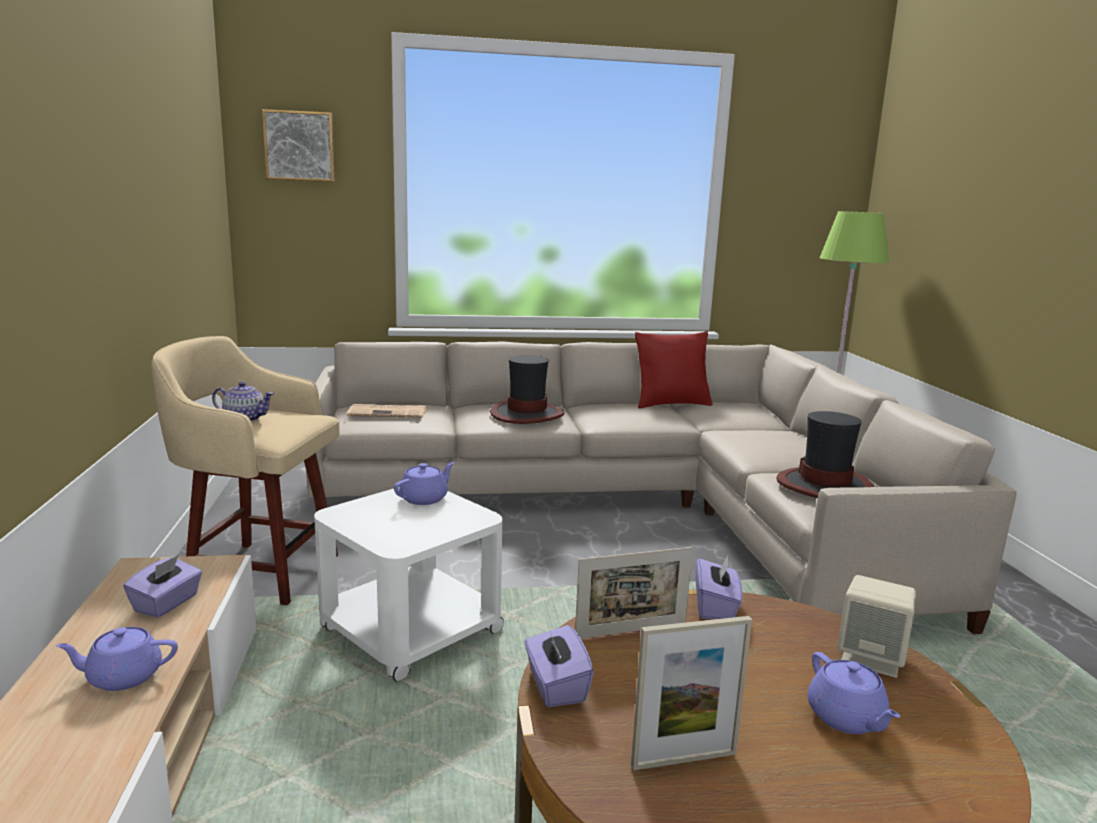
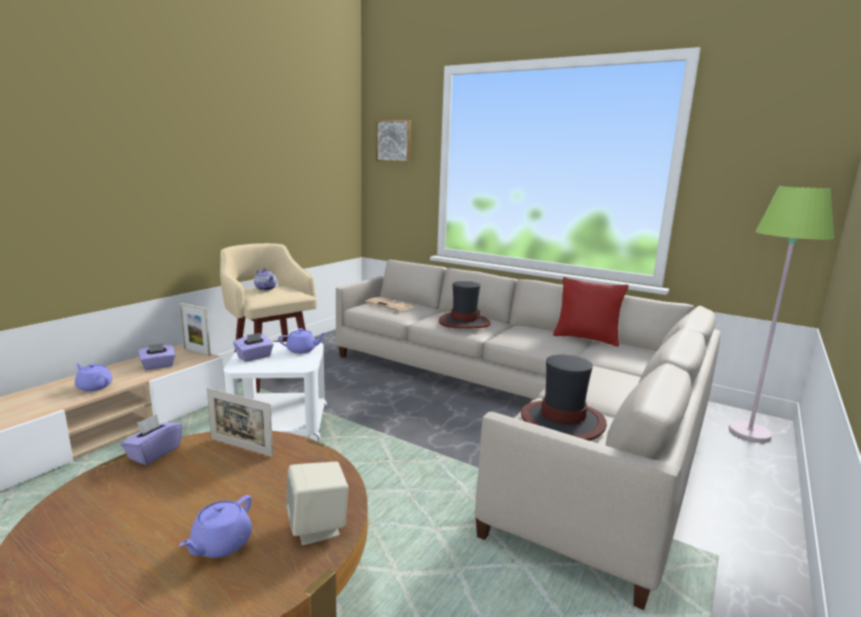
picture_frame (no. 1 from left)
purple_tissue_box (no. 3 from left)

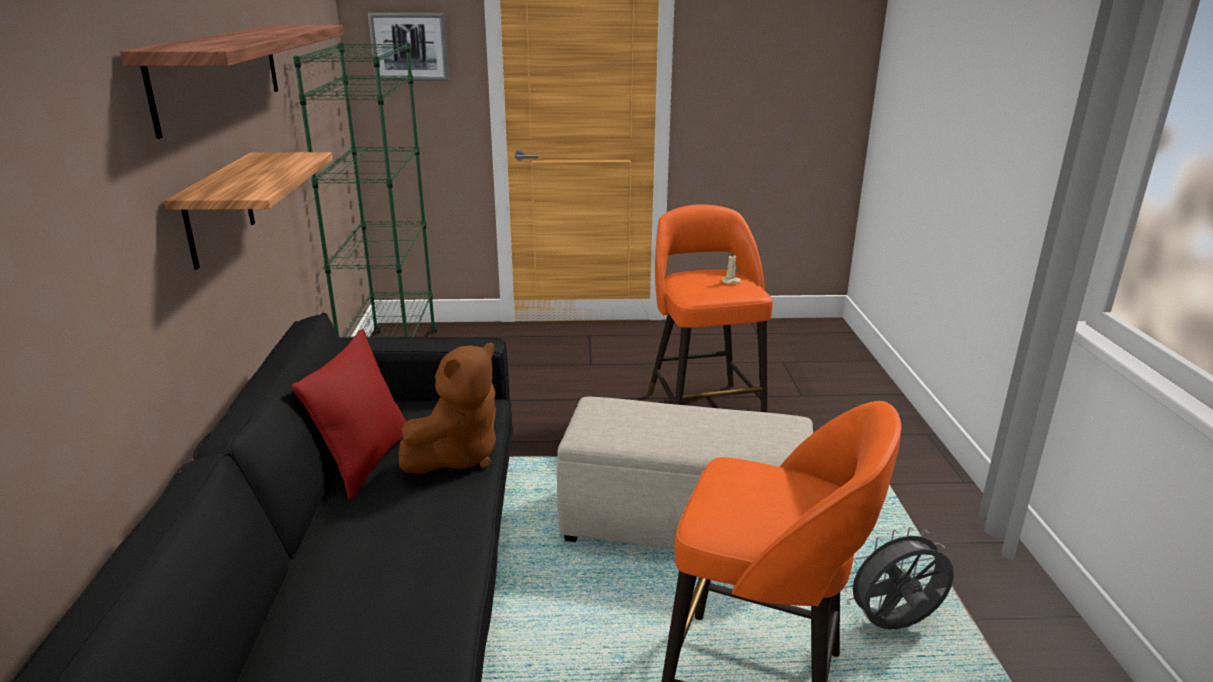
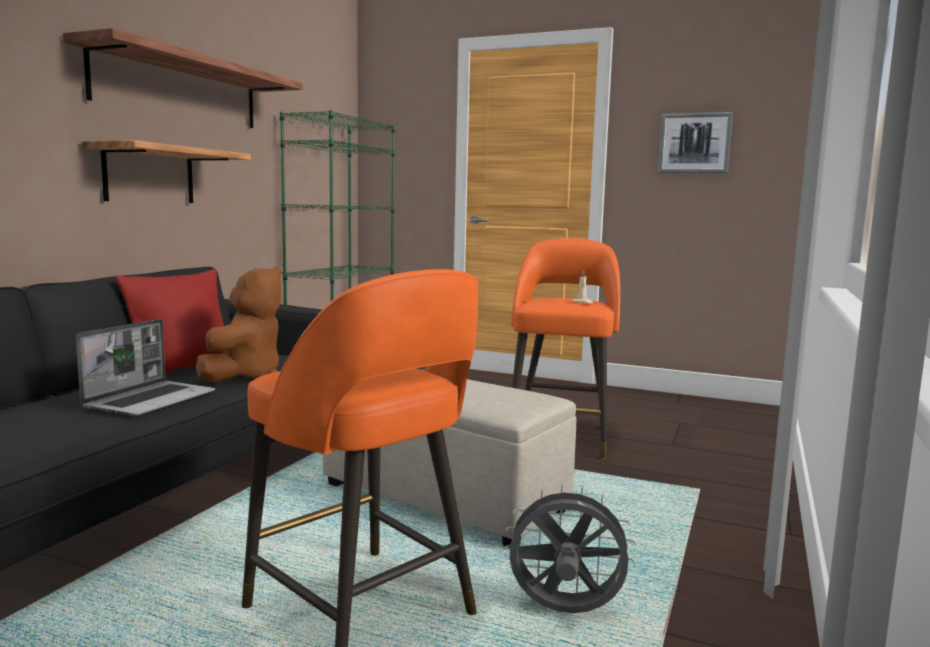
picture
brown_plush_toy
laptop

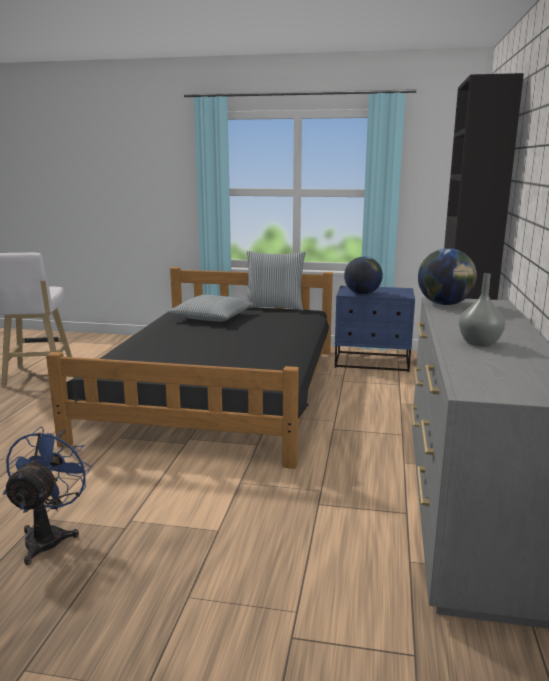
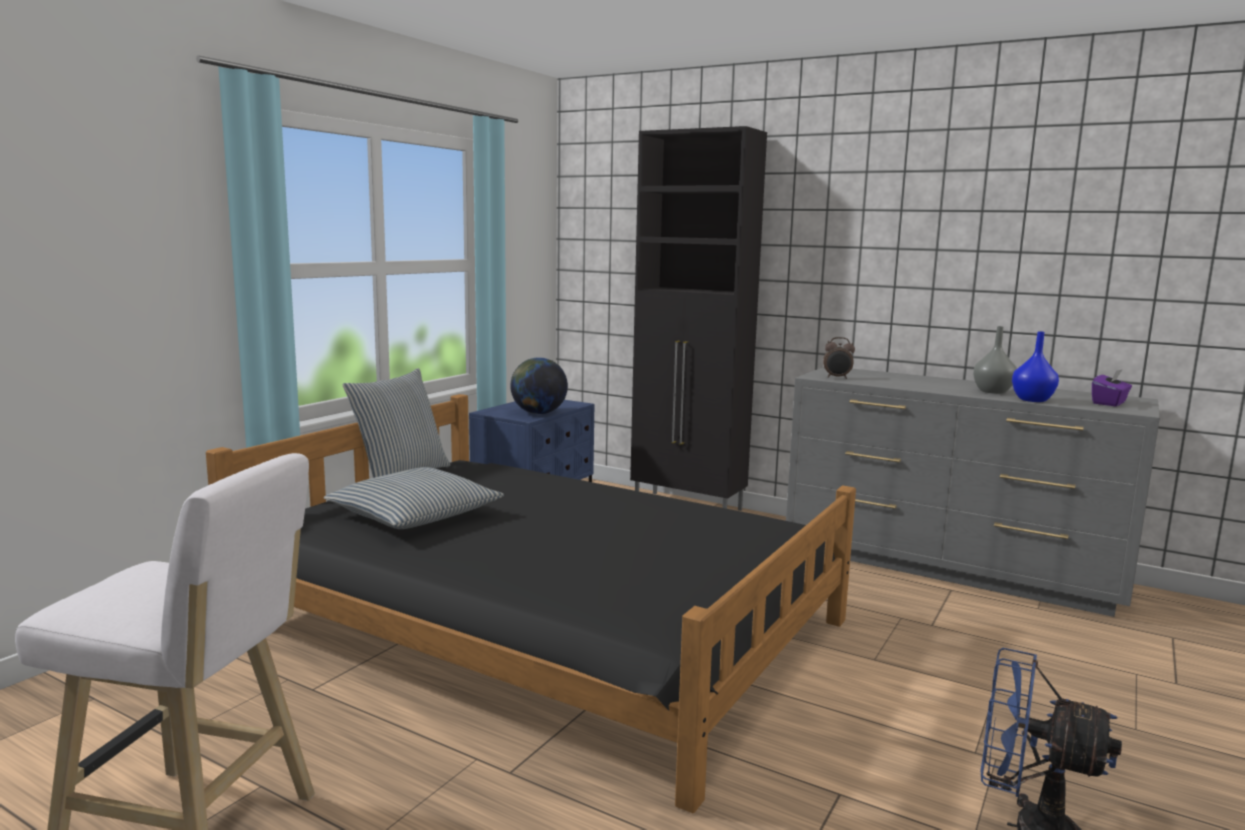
alarm_clock
blue_vase
purple_tissue_box

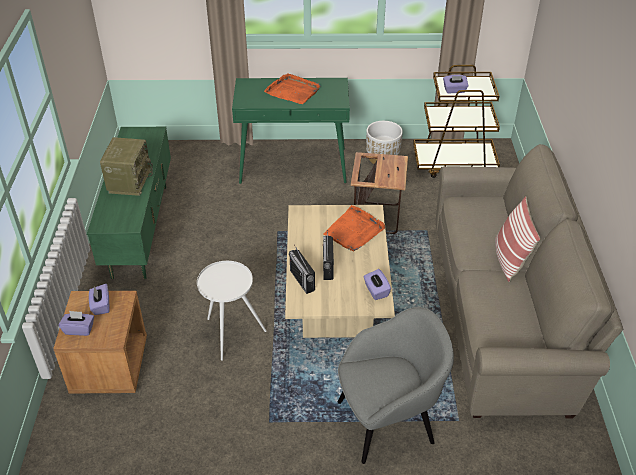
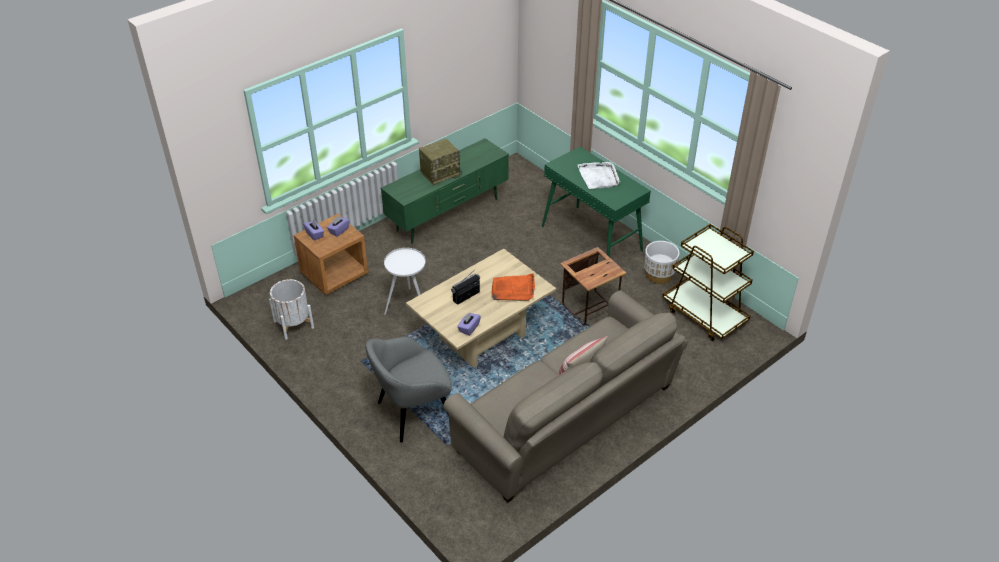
white_tray
radio (no. 2 from left in the first image)
grey_armchair
purple_tissue_box (no. 4 from left in the first image)
white_planter (no. 1 from left)

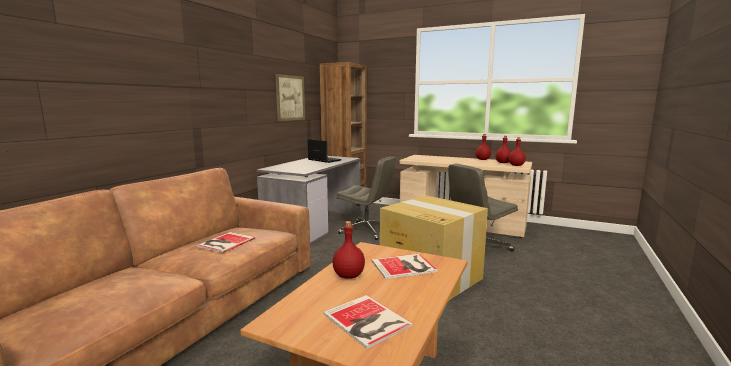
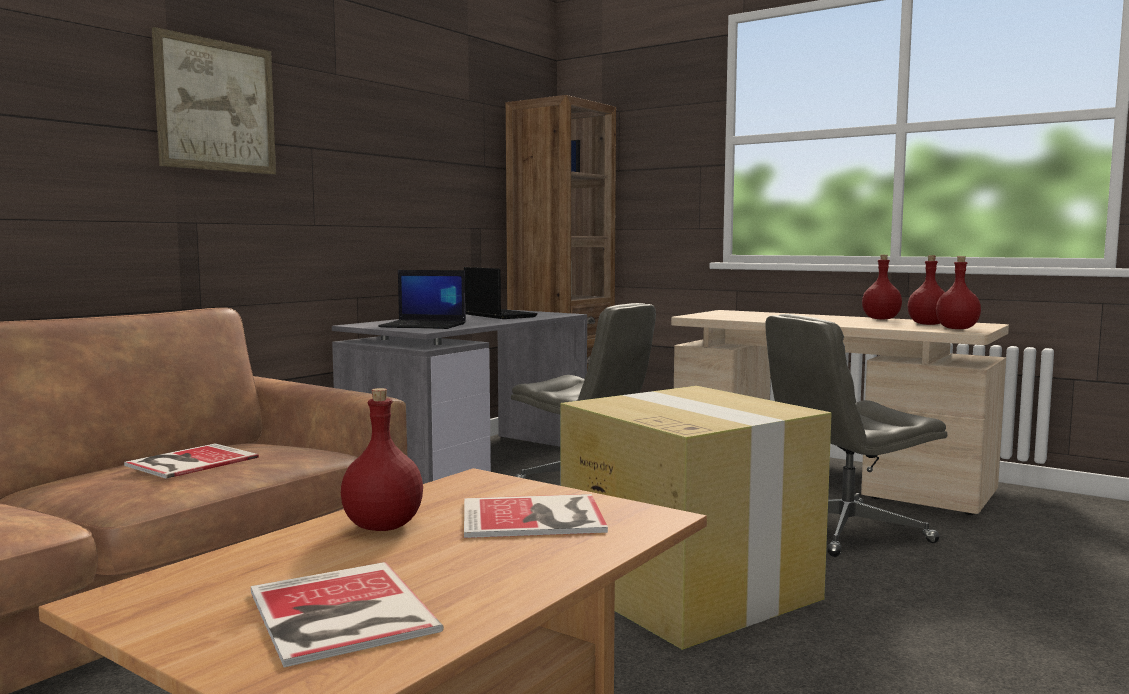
picture
laptop (no. 1 from left)

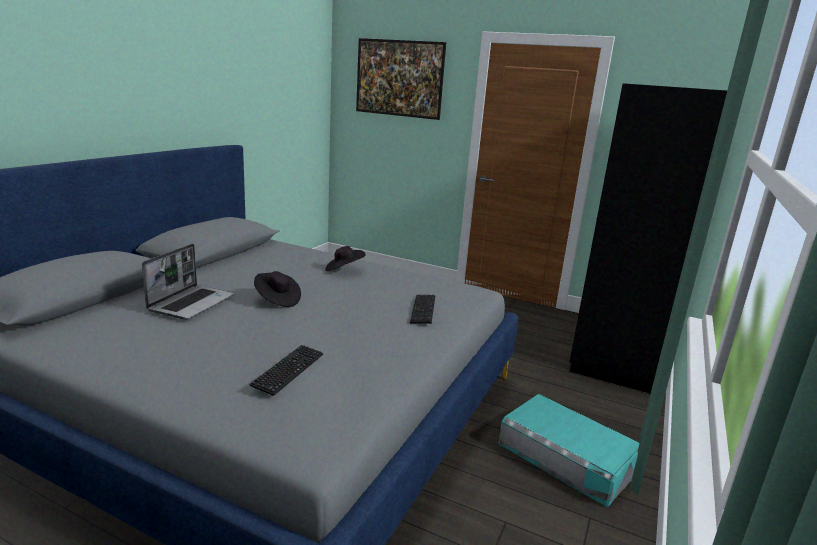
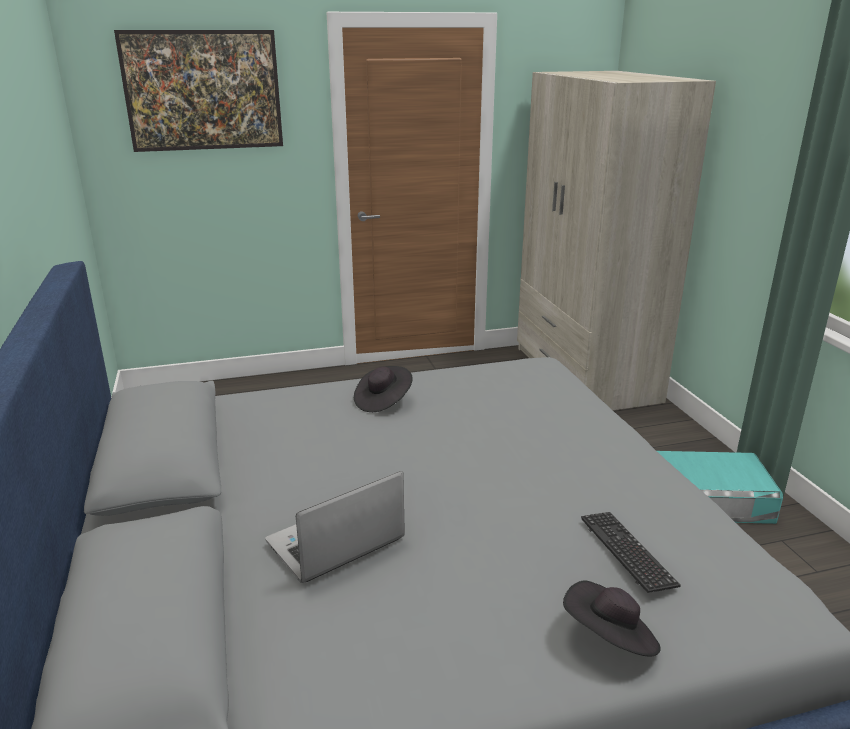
laptop
black_hat (no. 2 from left)
keyboard (no. 2 from left in the first image)
beige_wardrobe

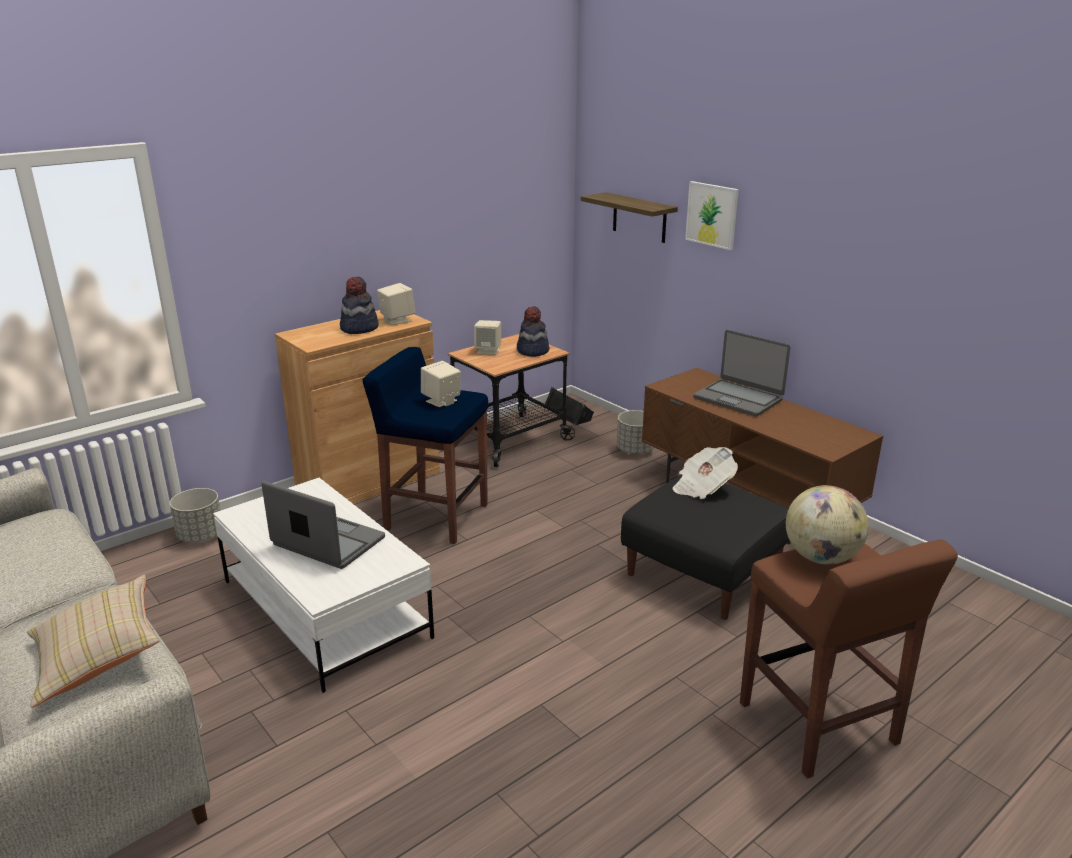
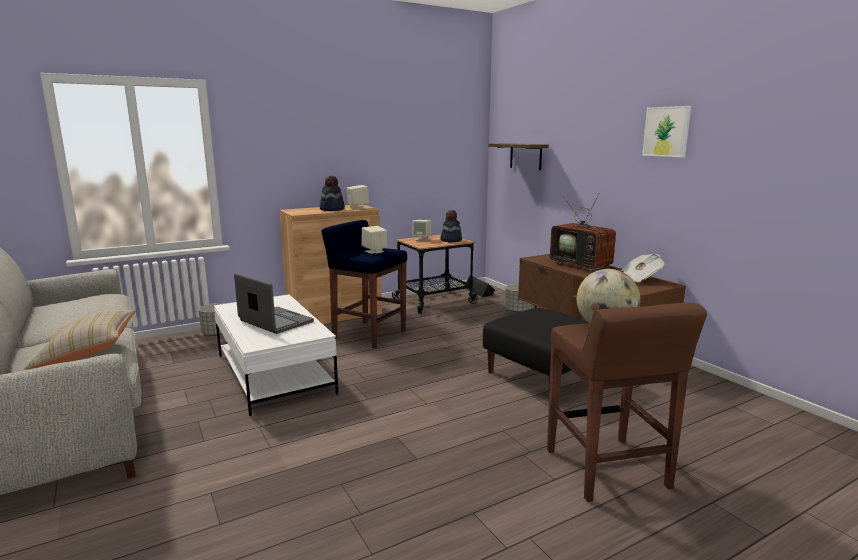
newspaper
picture
television

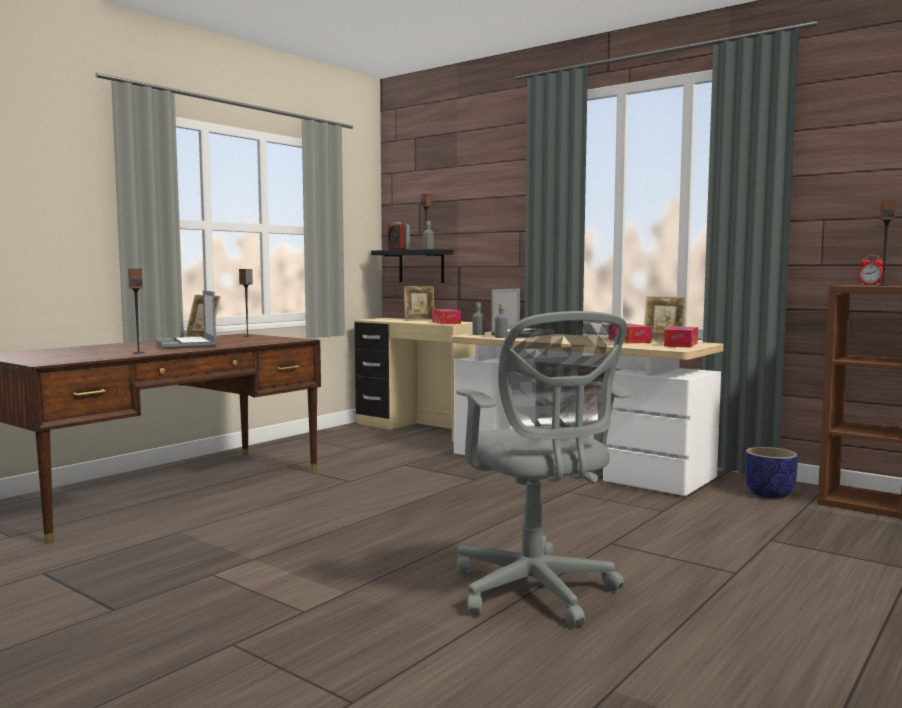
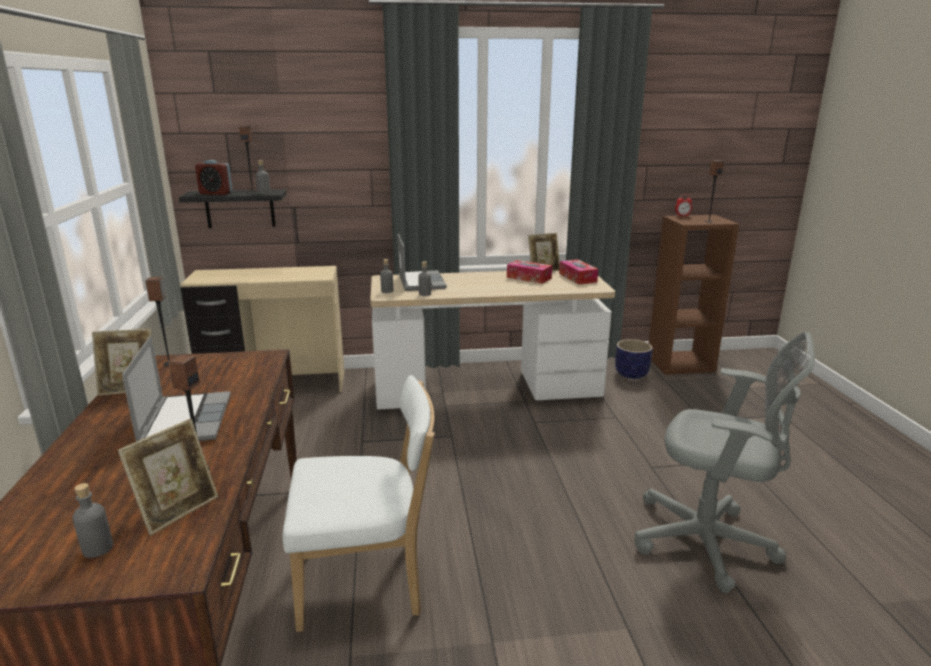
laptop (no. 1 from left)
picture_frame (no. 2 from left)
tissue_box (no. 1 from left in the first image)
grey_bottle (no. 1 from left)
white_chair

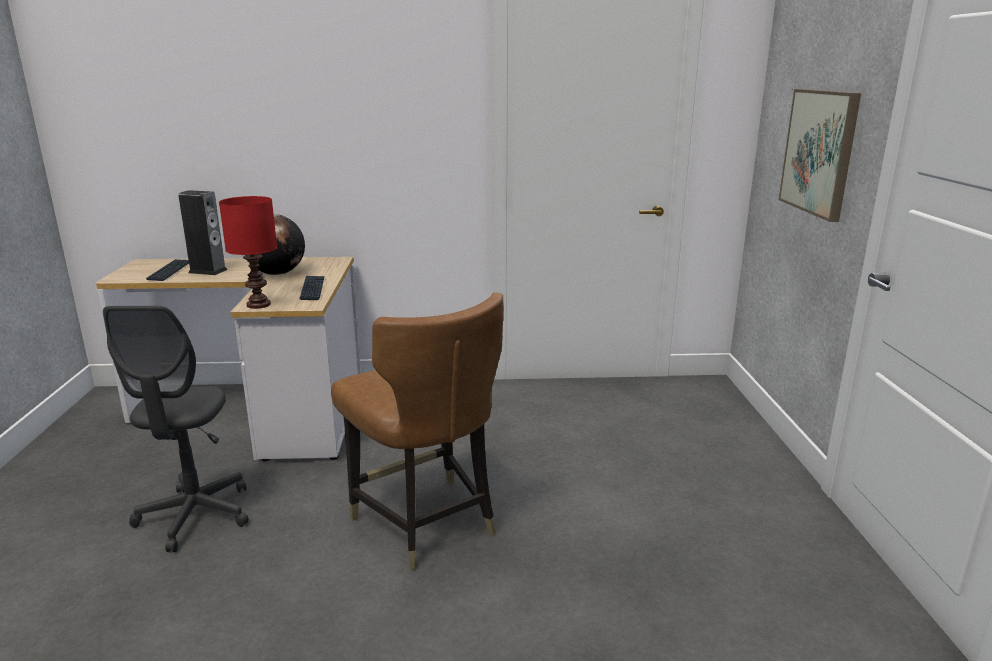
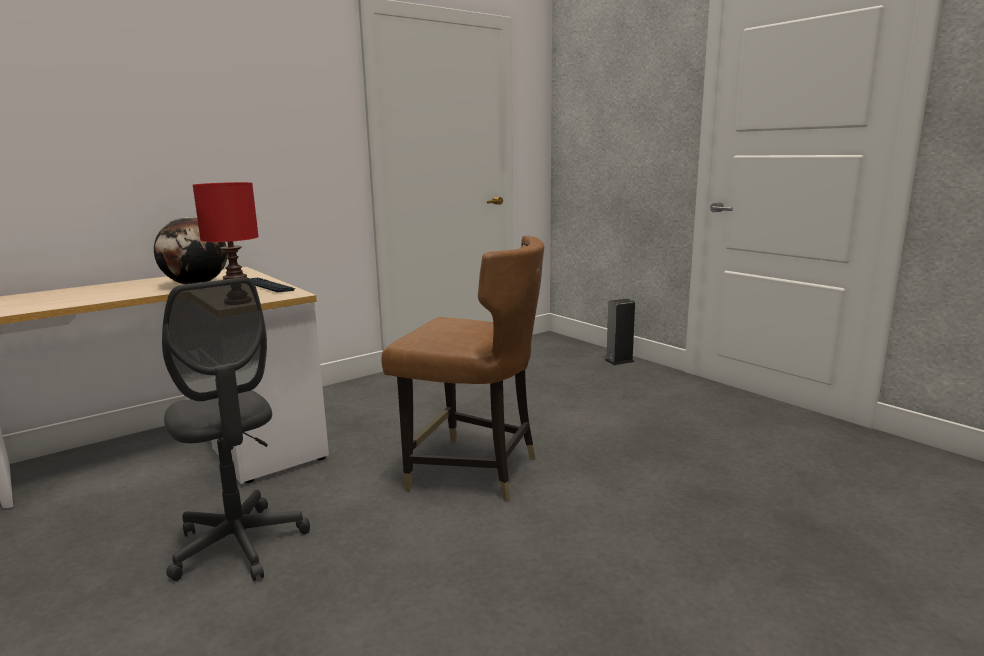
keyboard (no. 1 from left in the first image)
speaker
picture

